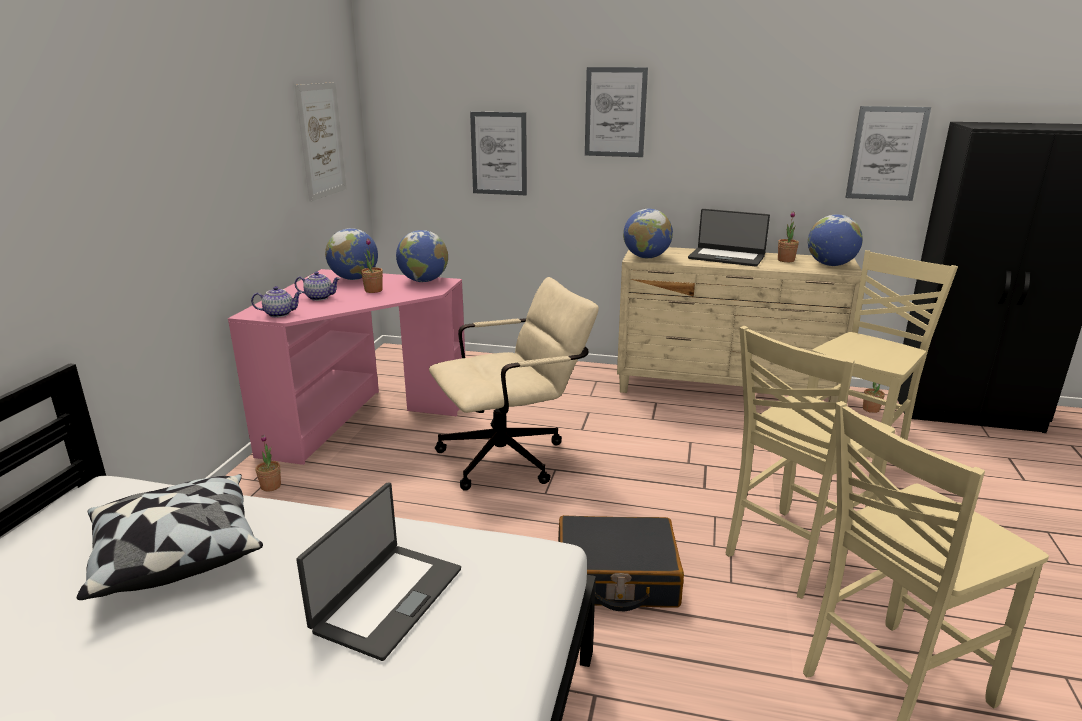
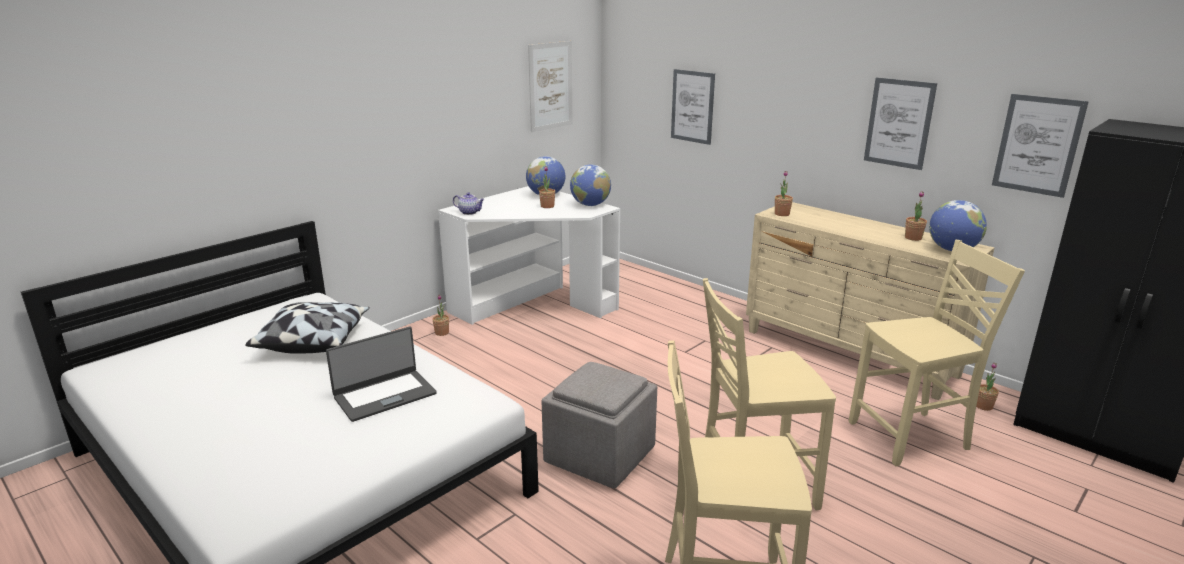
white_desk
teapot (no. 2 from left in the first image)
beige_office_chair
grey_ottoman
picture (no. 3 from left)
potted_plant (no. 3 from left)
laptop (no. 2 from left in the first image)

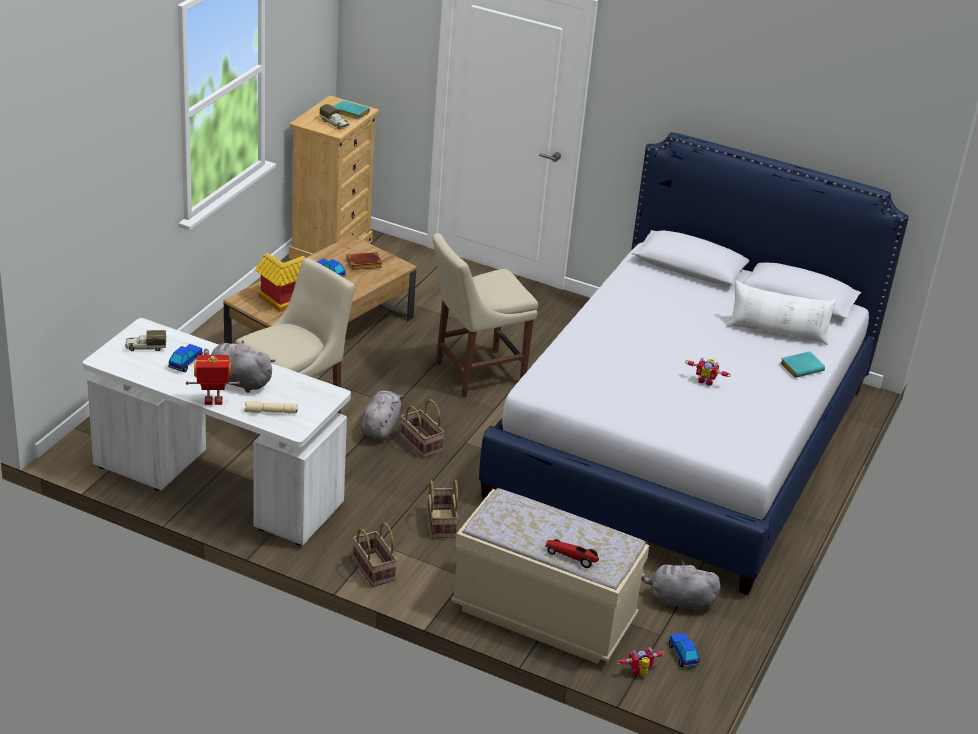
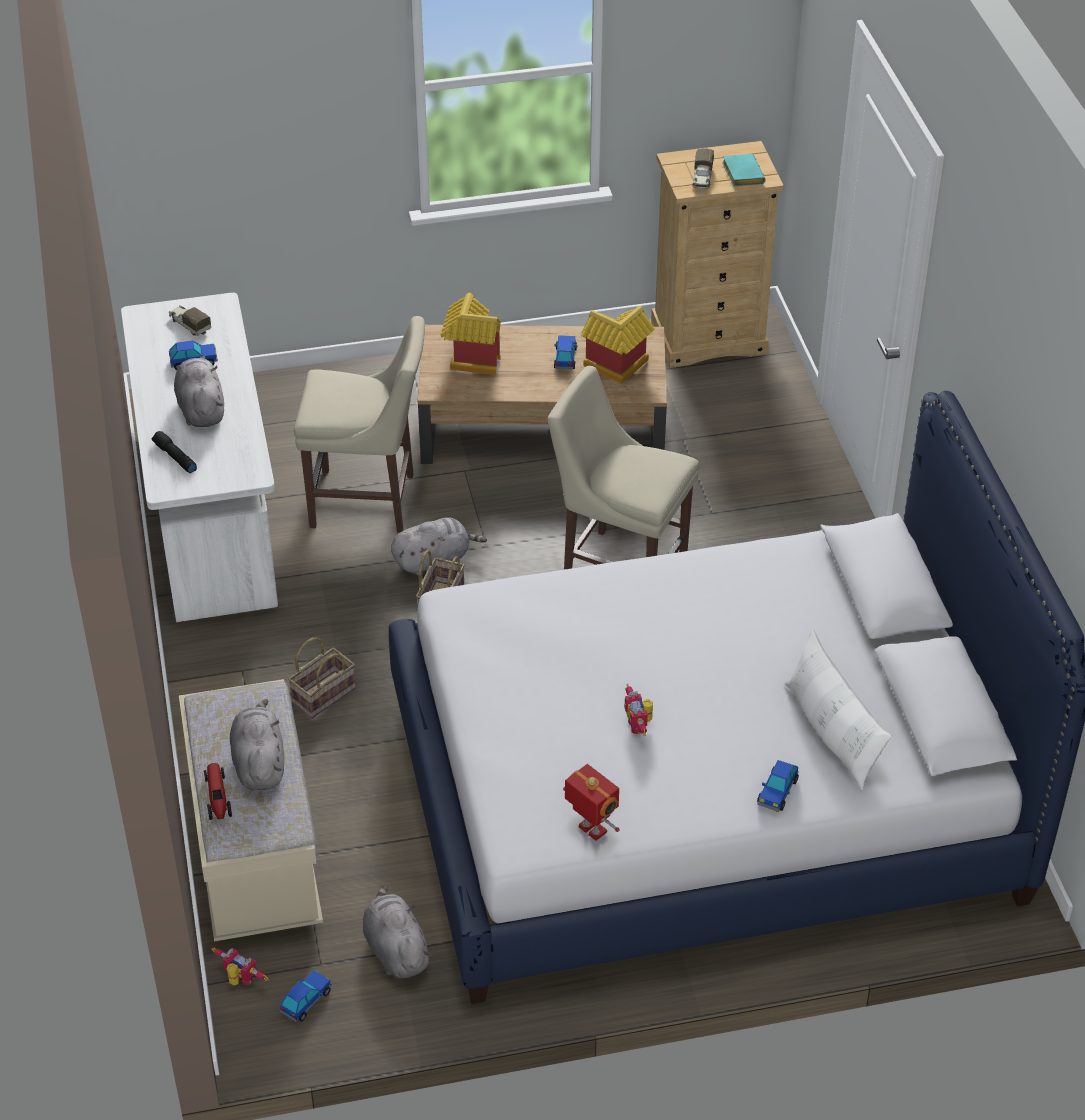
toy_robot (no. 2 from left)
black_flashlight
toy_house (no. 2 from left)
basket (no. 1 from left in the first image)
toy_car (no. 5 from left)
grey_plush_toy (no. 2 from left)

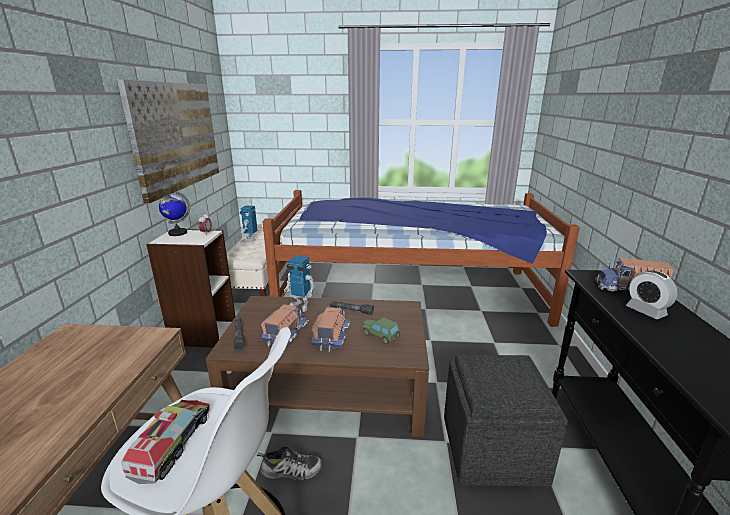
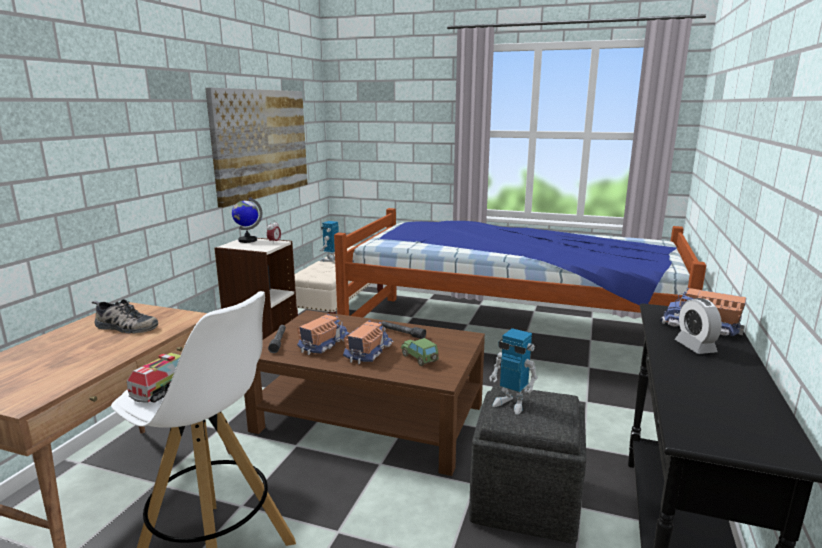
shoe
toy_robot (no. 2 from left)

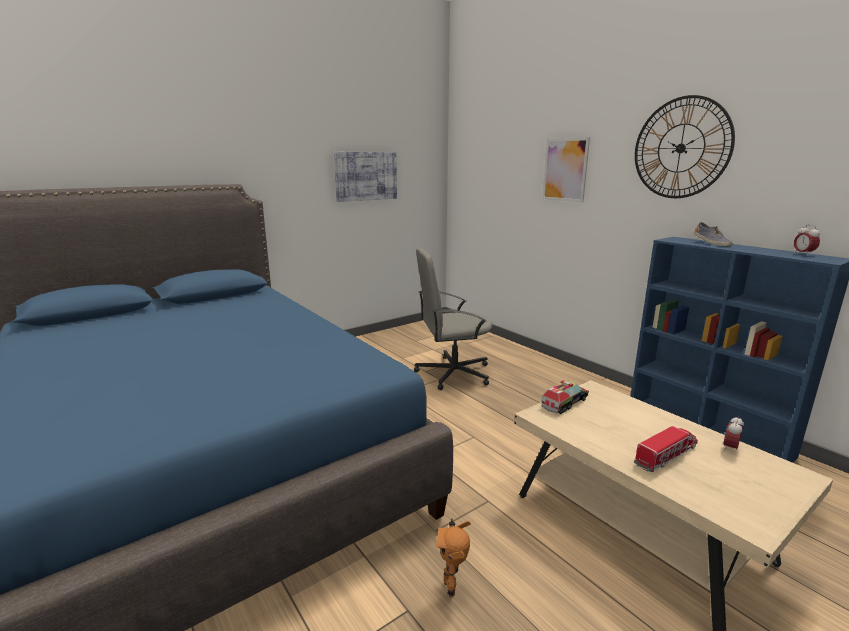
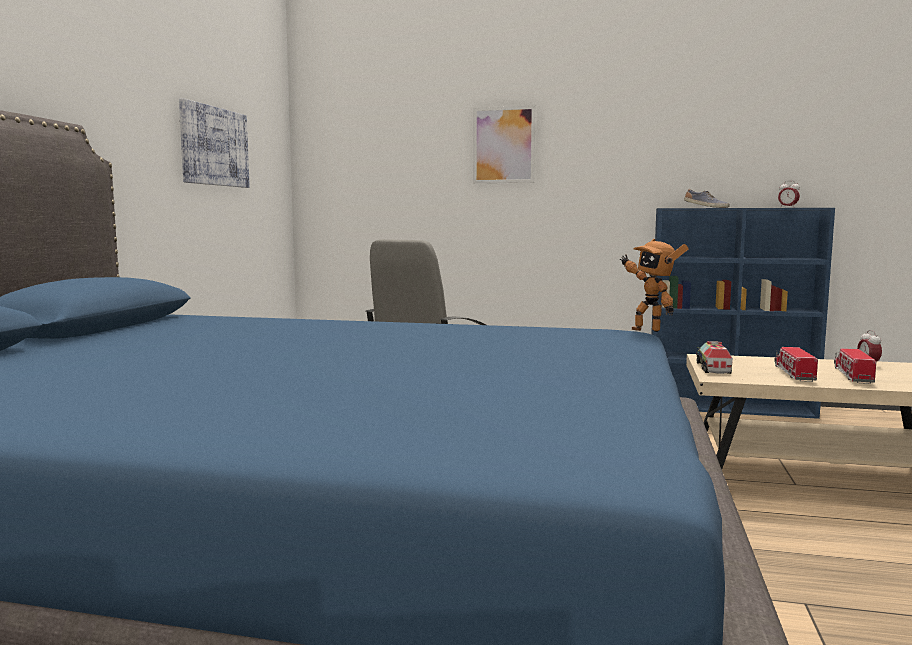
toy_robot
wall_clock
toy_truck (no. 2 from left)

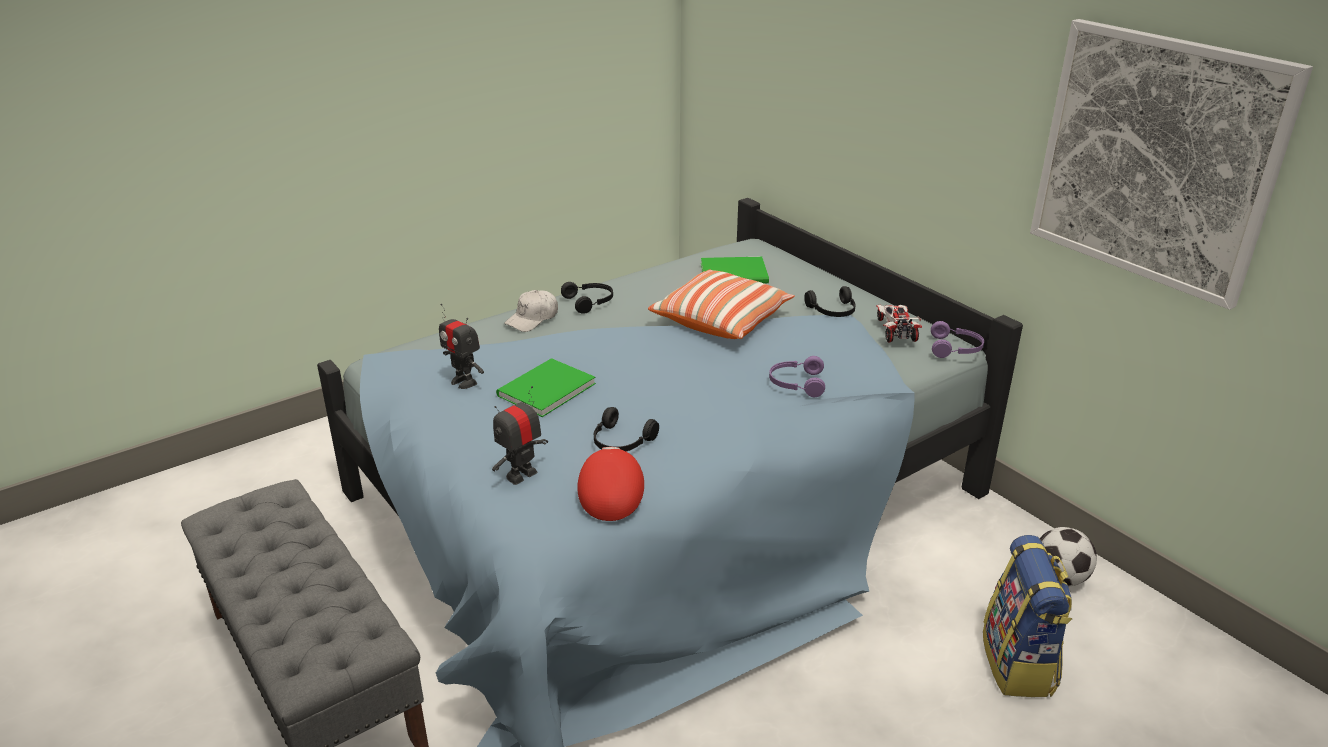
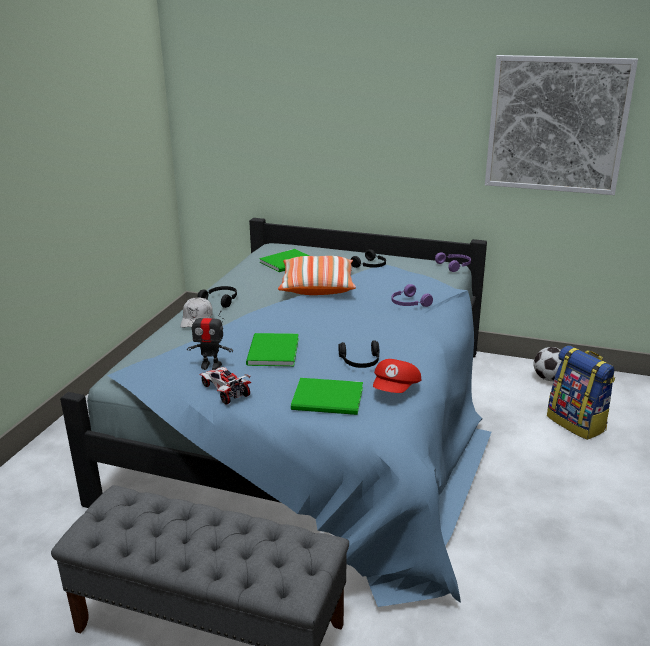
green_book (no. 3 from left)
red_cap
toy_car

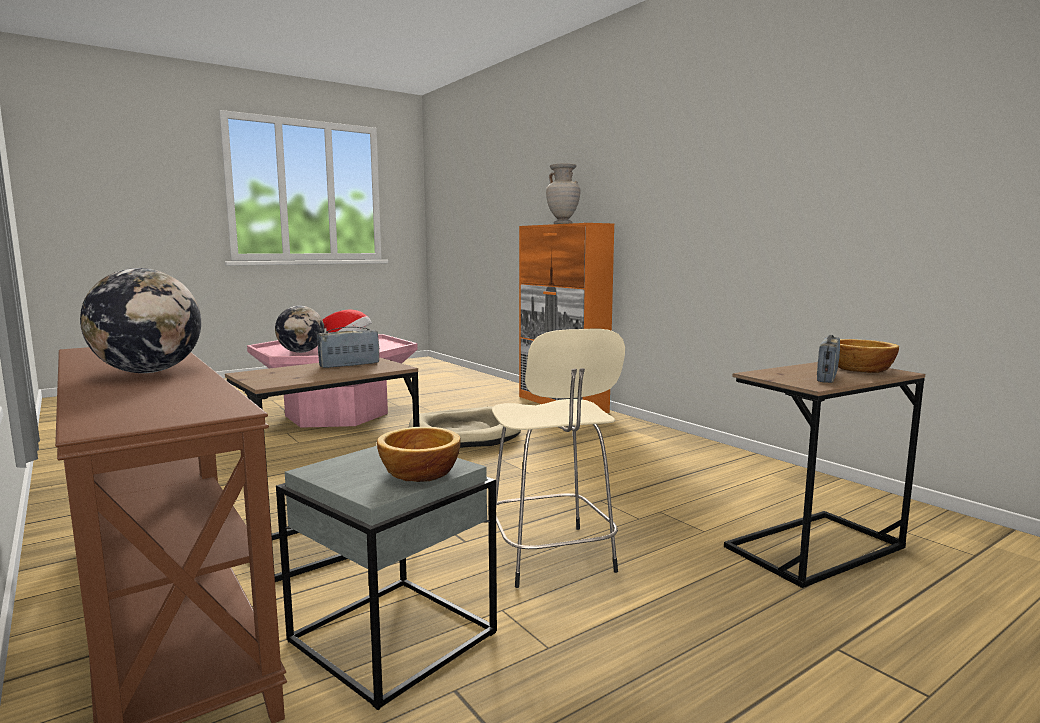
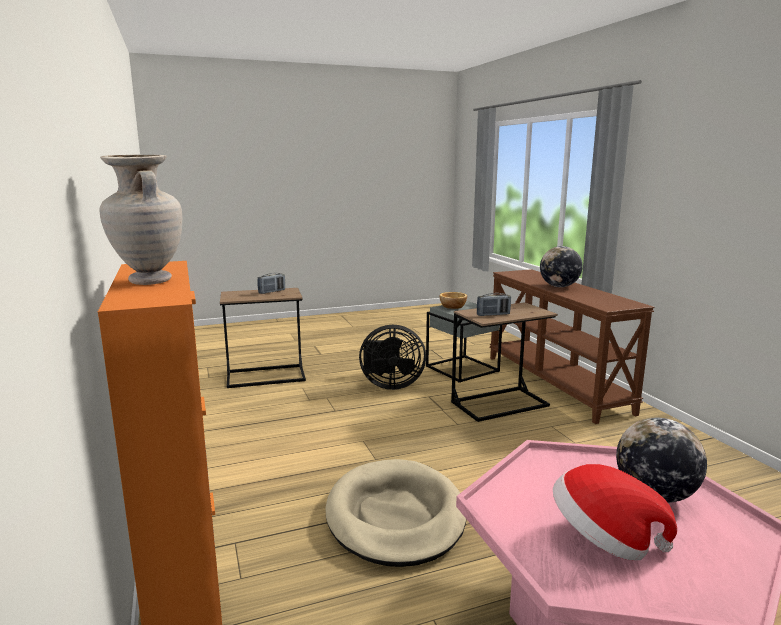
black_fan
bowl (no. 2 from left in the first image)

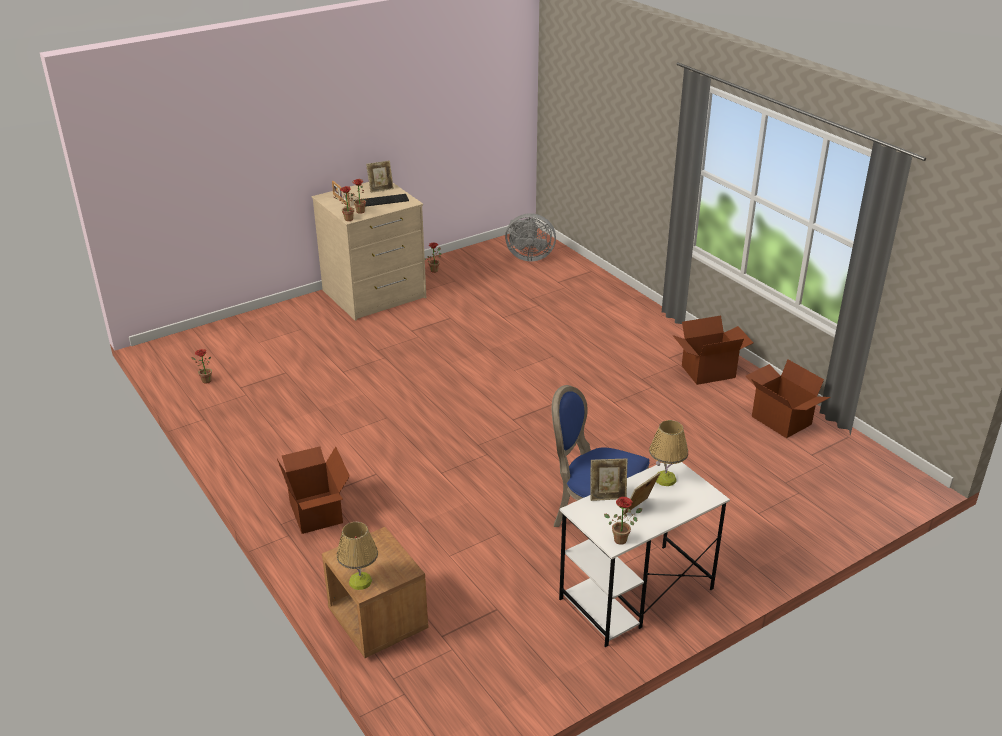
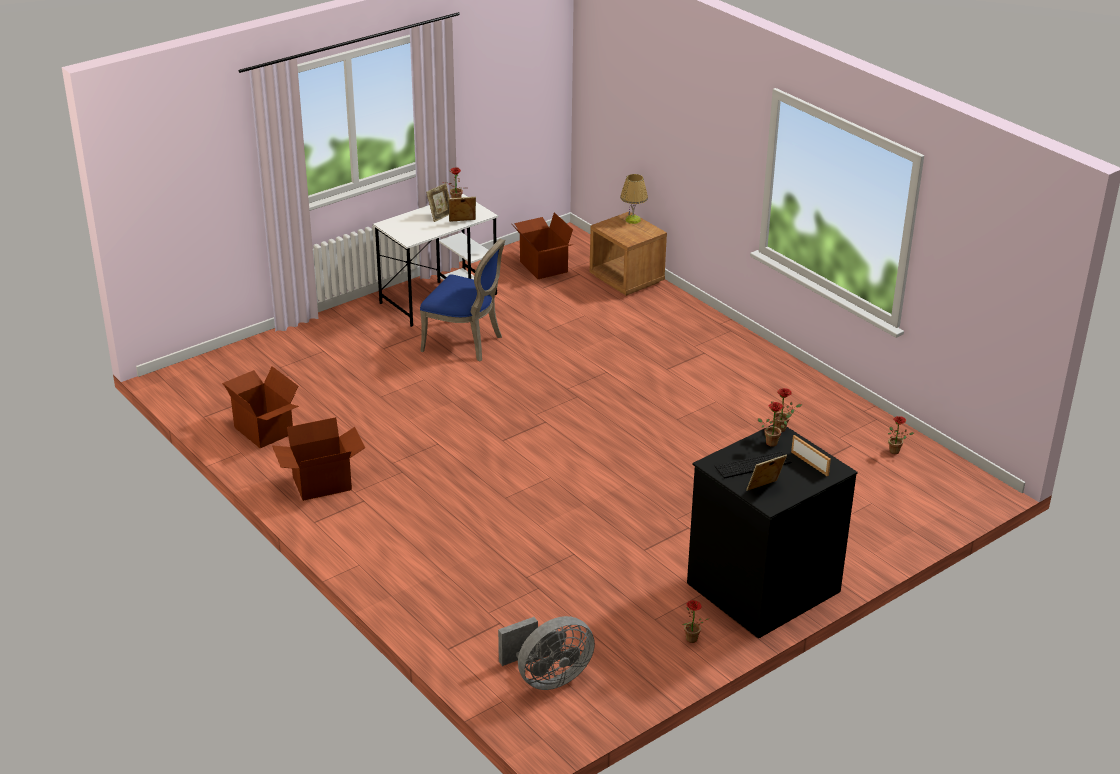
cardboard_box (no. 3 from left)
black_dresser
grey_fan
table_lamp (no. 2 from left in the first image)

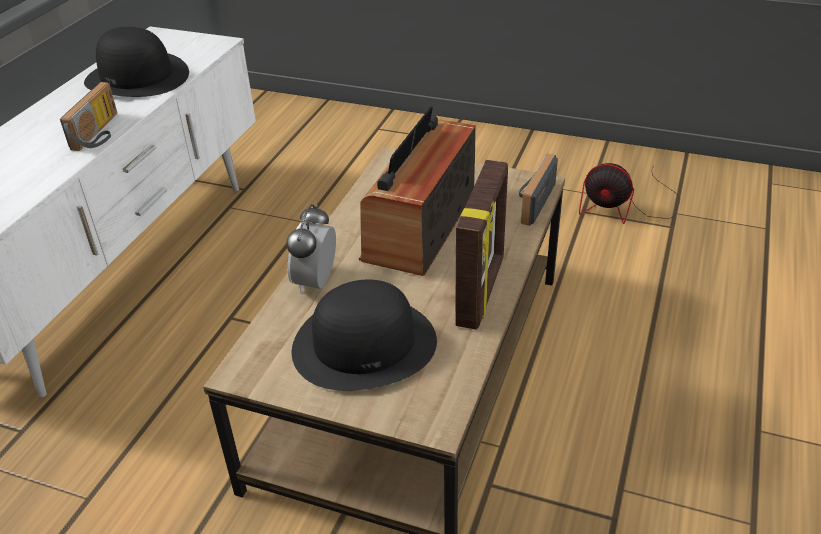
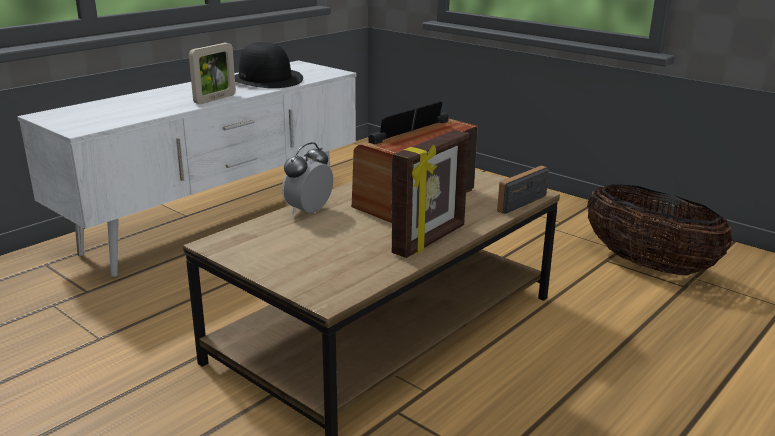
picture_frame (no. 1 from left)
black_hat (no. 2 from left in the first image)
basket

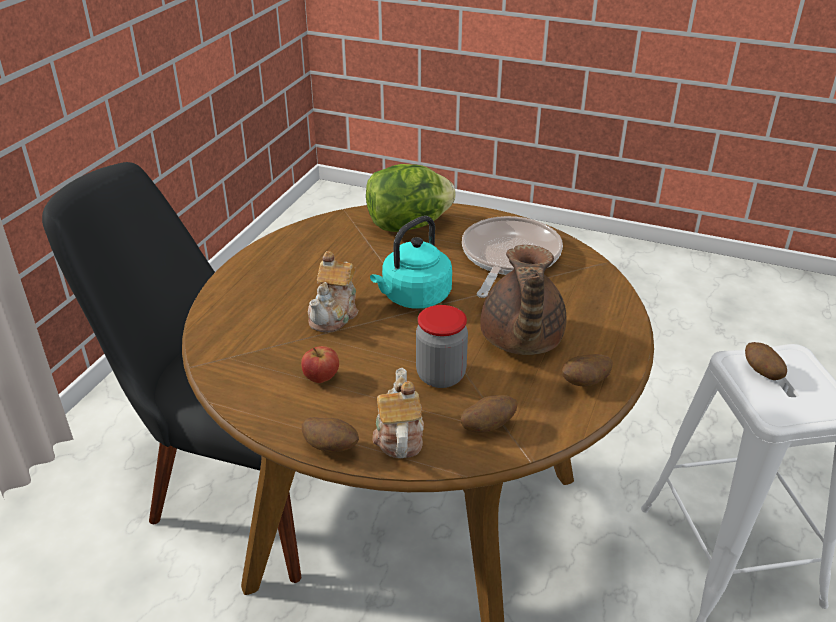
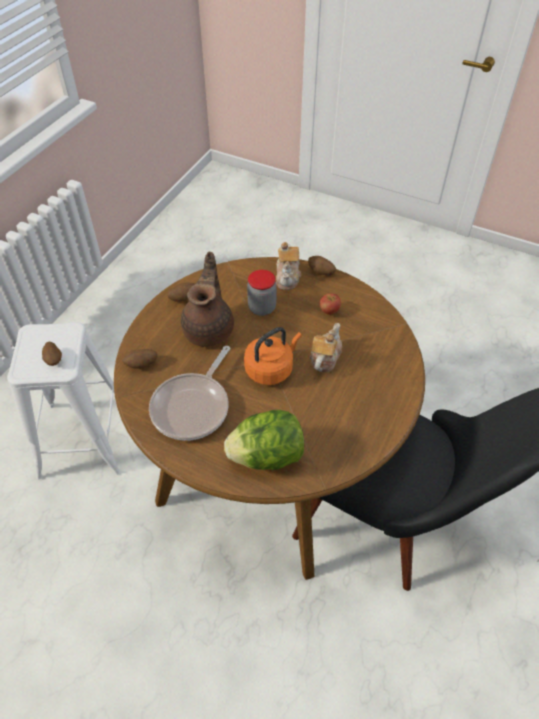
orange_kettle
potato (no. 2 from left)

